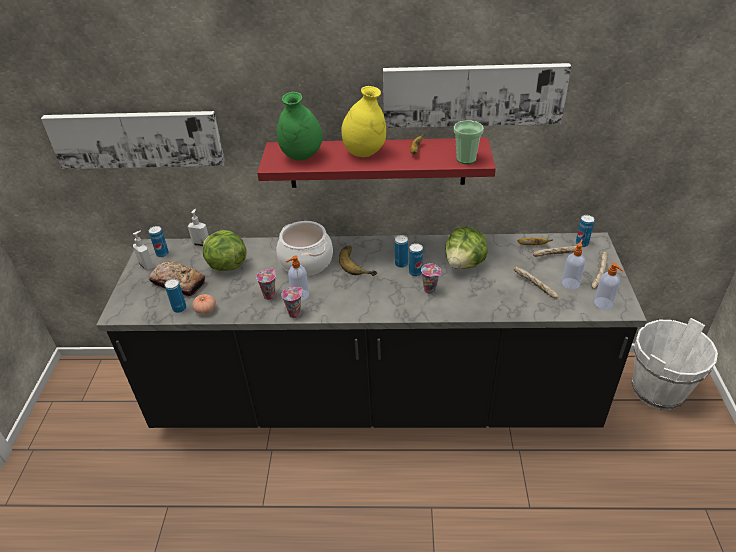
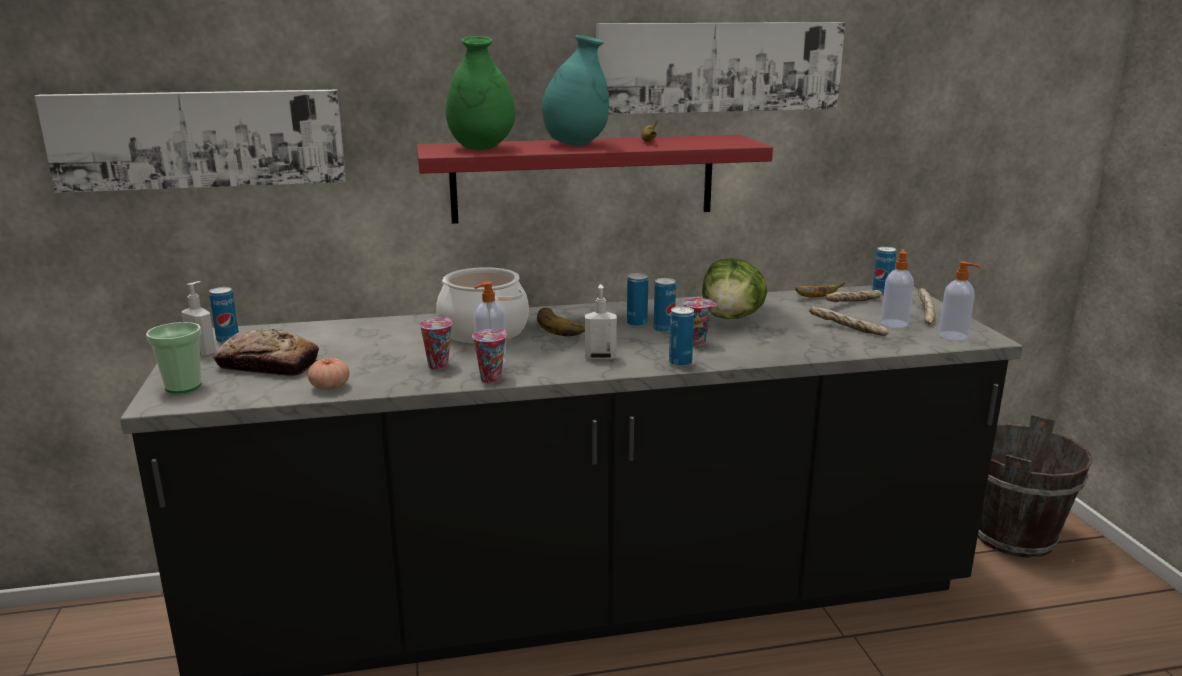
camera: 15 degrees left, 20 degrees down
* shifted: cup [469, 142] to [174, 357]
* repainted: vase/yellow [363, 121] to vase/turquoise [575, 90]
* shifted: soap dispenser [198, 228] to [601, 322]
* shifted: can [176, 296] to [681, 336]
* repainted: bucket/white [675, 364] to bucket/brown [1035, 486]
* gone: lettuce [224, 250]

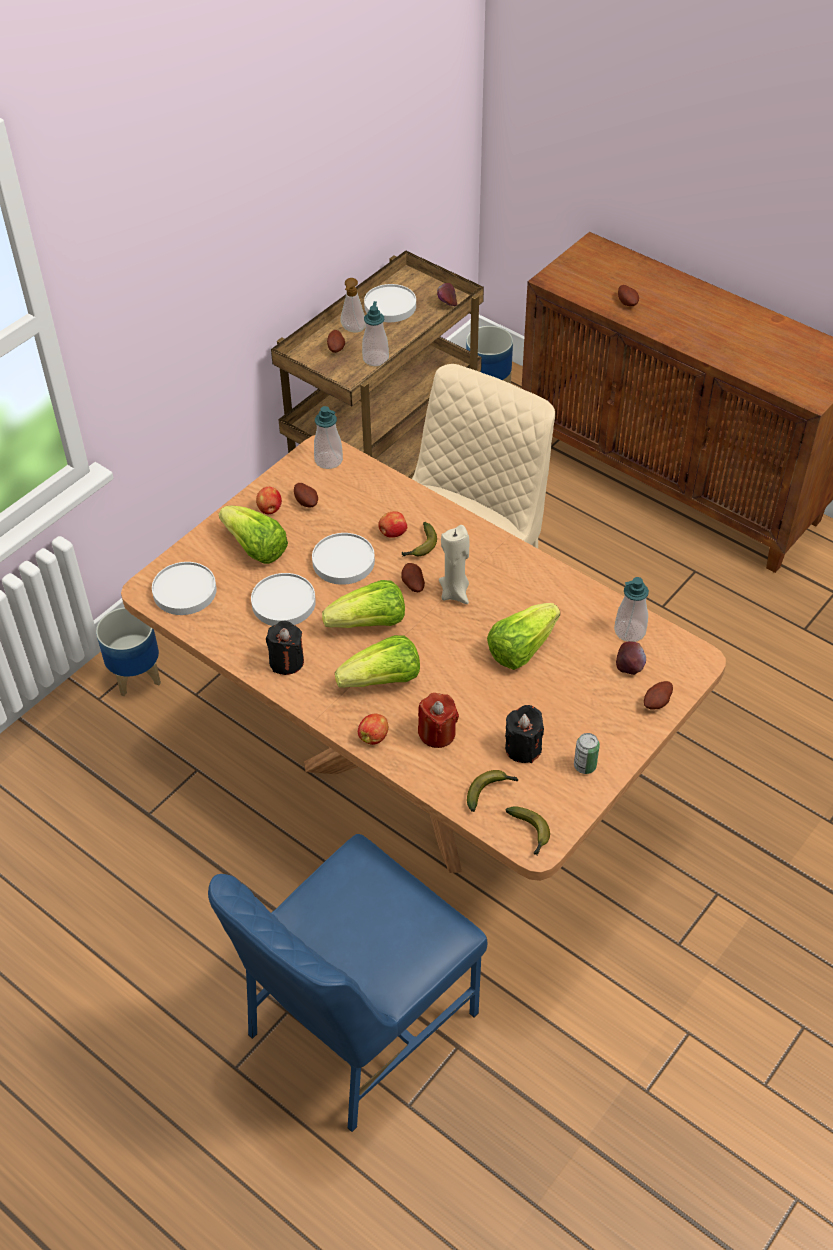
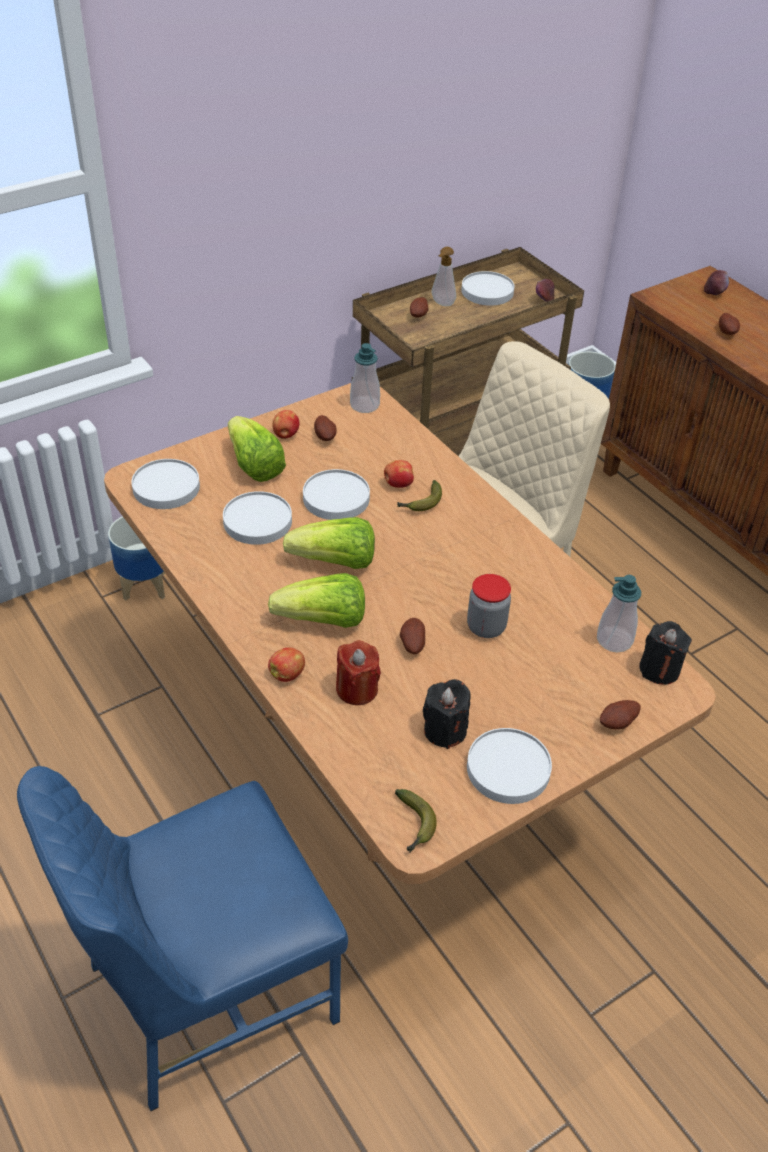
camera: 15 degrees right, 5 degrees down
* shifted: potato [413, 577] to [412, 636]
* swapped: lettuce [523, 636] to jar [489, 606]
* swapped: can [587, 753] to plate/white [509, 766]
* shifted: candle/black [285, 648] to [665, 653]
* shifted: apple [631, 658] to [716, 282]
* gone: soap dispenser [375, 333]
* gone: candle/beige [454, 564]
* gone: banana [492, 791]

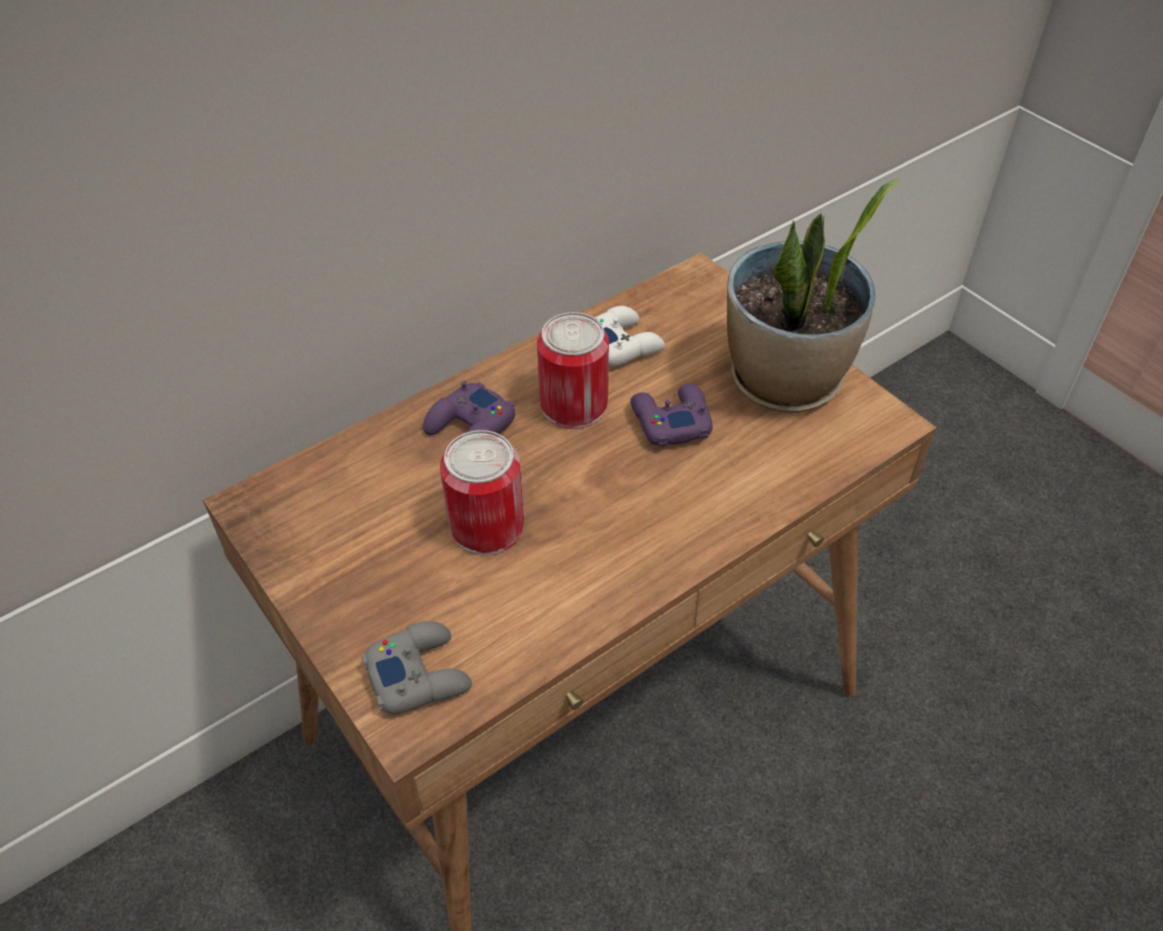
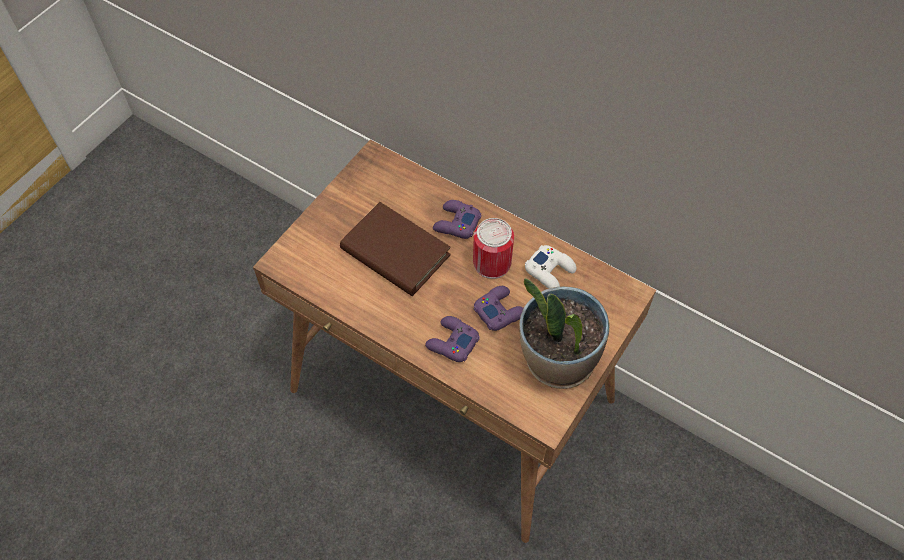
camera: 70 degrees right, 10 degrees up
* swapped: can [482, 492] to book/brown [395, 249]
* new: game controller/purple [452, 339]
* gone: game controller/grey [417, 667]

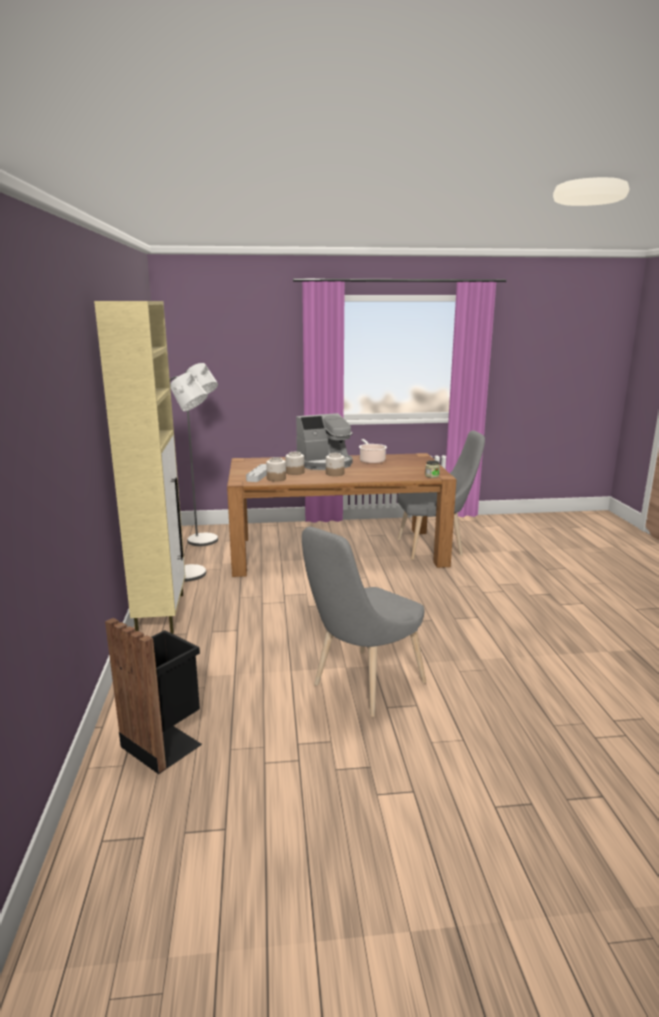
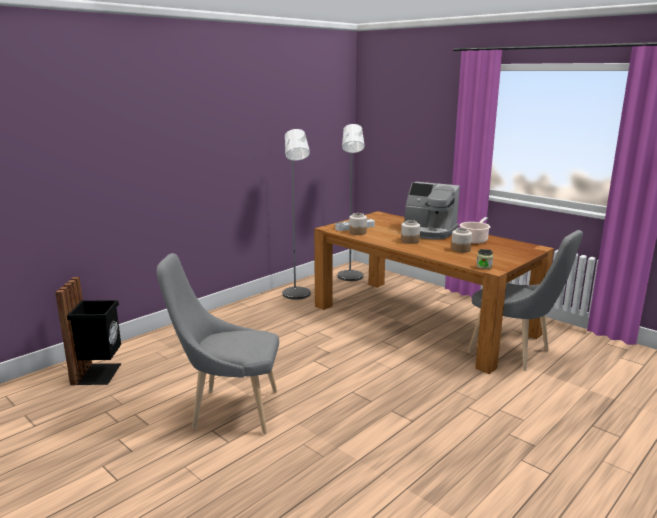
camera: 50 degrees right, 0 degrees up
* shifted: jar [295, 463] to [461, 240]
* gone: cabinet/beige [139, 467]

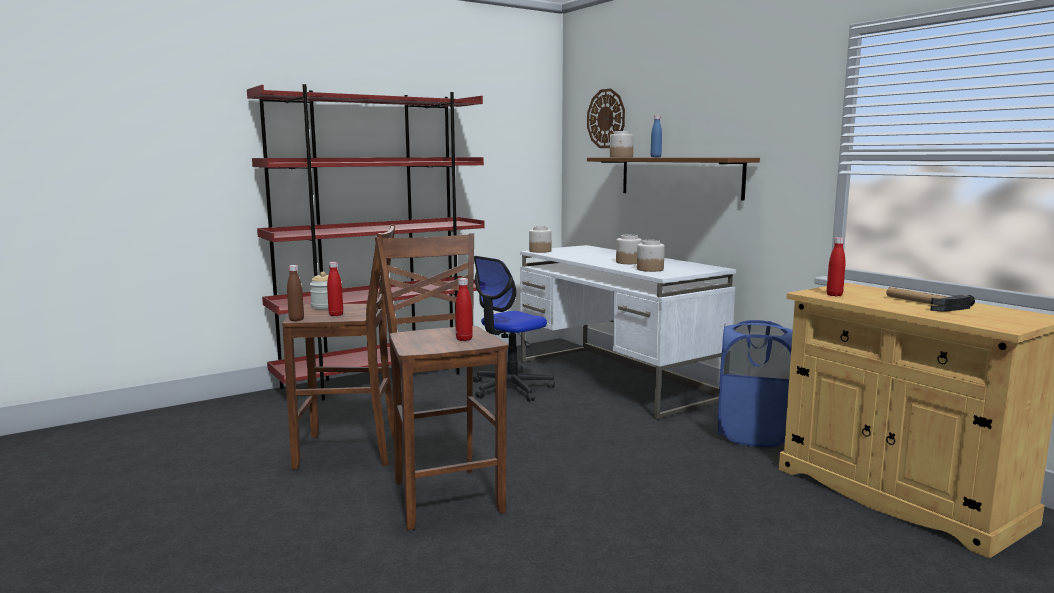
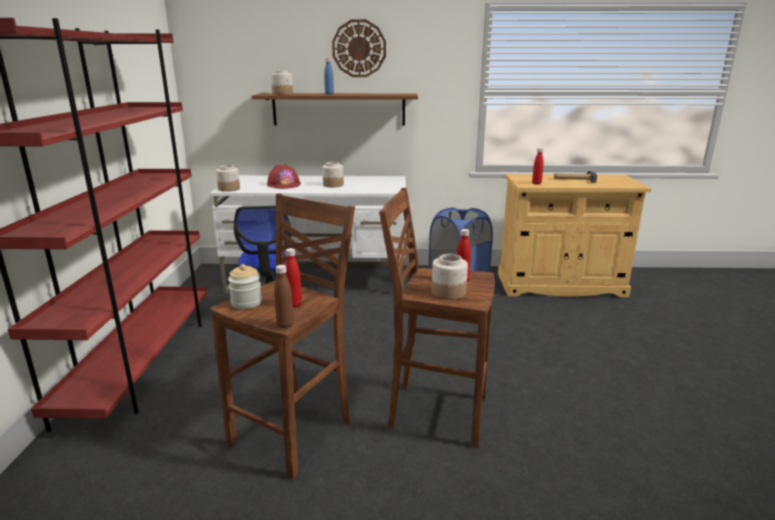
camera: 55 degrees left, 10 degrees up
* new: hard hat/red [284, 176]
* shifted: wall clock [606, 118] to [359, 48]
* shifted: jar [651, 256] to [450, 277]

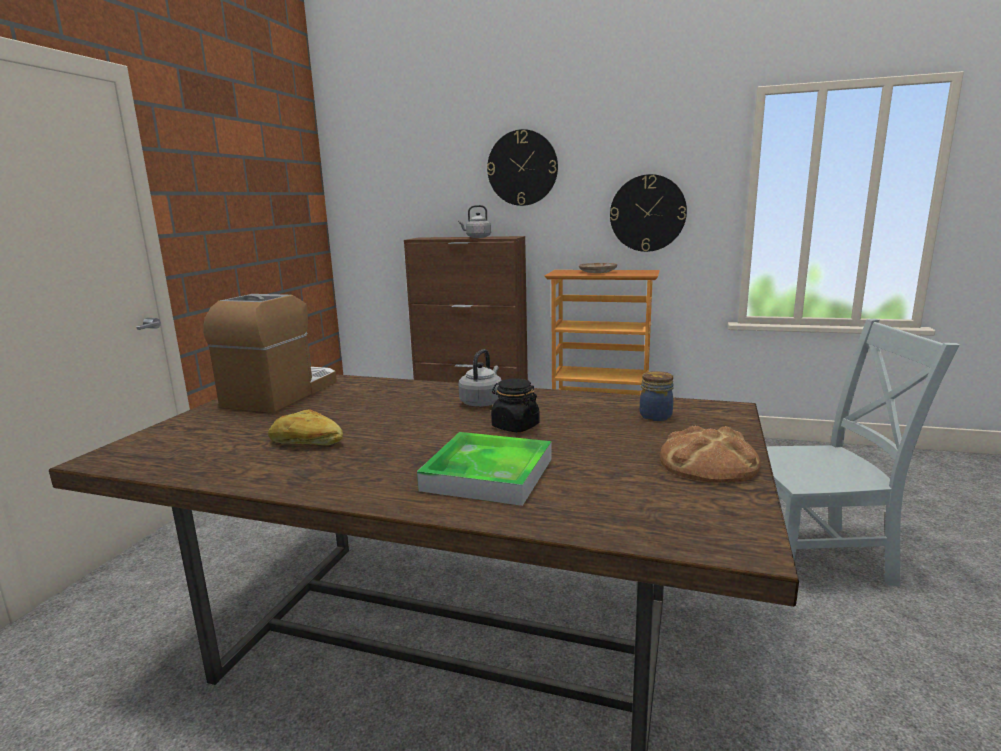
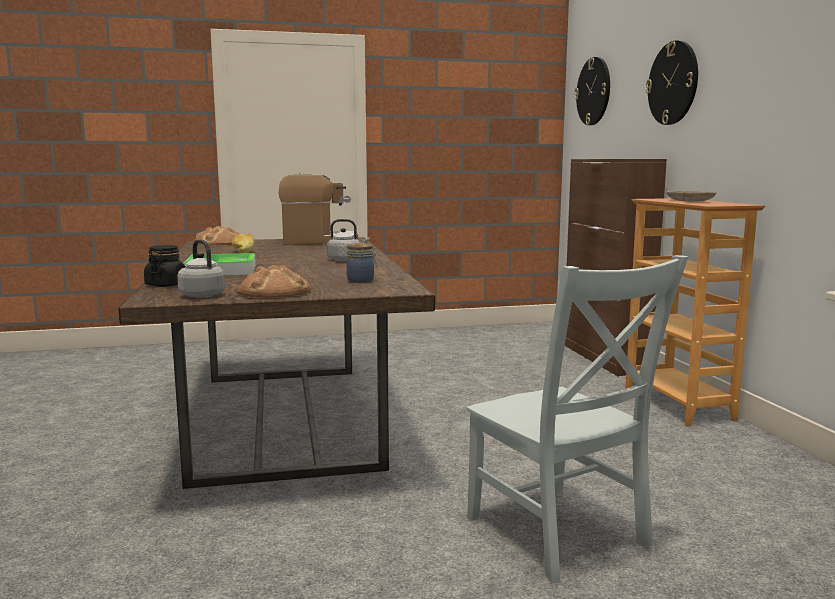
camera: 60 degrees right, 5 degrees down
* shifted: jar/black [515, 405] to [164, 266]
* shifted: kettle/grey [474, 221] to [201, 269]
* new: bread [217, 235]
* shifted: wall clock [648, 213] to [592, 91]

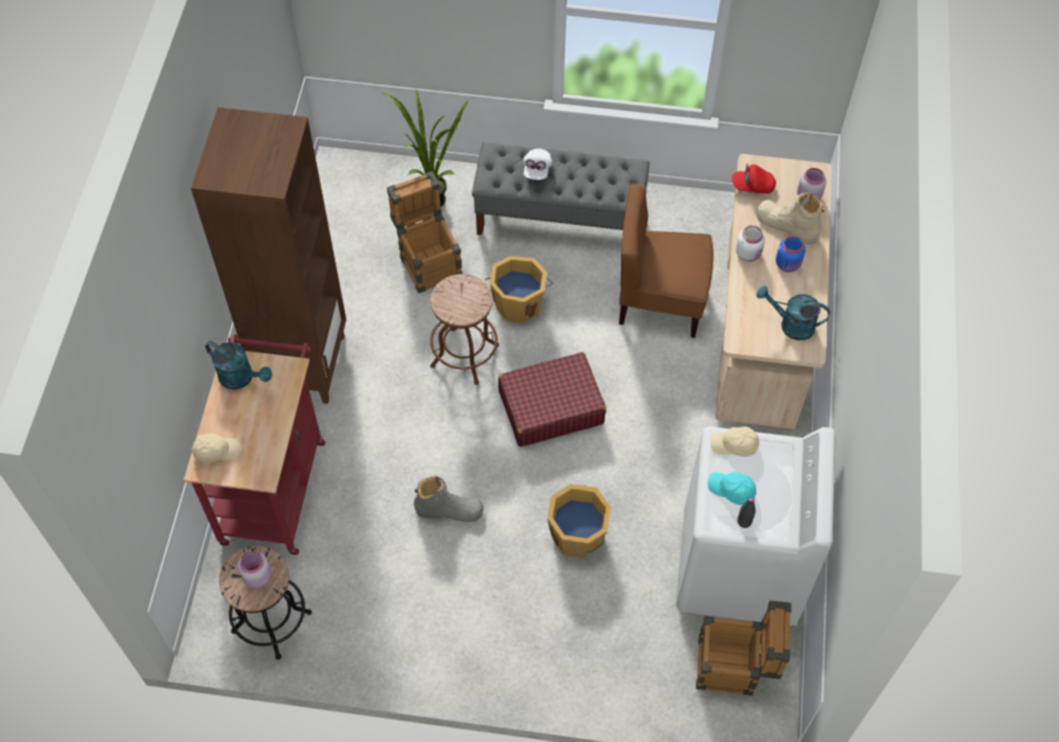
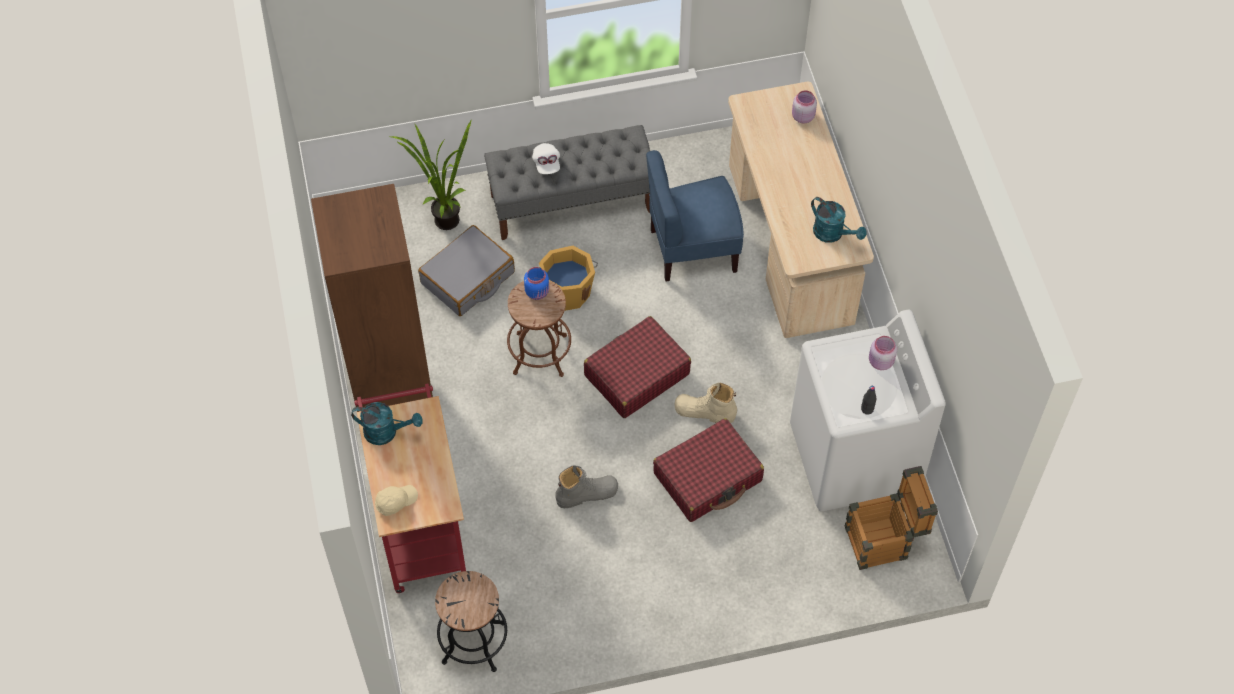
camera: 20 degrees left, 0 degrees up
* swapped: crate [424, 232] to suitcase/grey [466, 270]
* shifted: jar/blue [791, 254] to [536, 283]
* repainted: chair/brown [666, 261] to chair/blue [695, 216]
* swapped: bucket/orange [579, 521] to suitcase/red [708, 470]
* shifted: boot/beige [791, 218] to [705, 402]
* rotated: watering can/turquoise [793, 313] = [838, 220] 135 degrees counterclockwise
* shifted: jar/pink [254, 569] to [883, 353]
* gone: cap/turquoise [732, 488]
* gone: cap/beige [735, 442]
* gone: cap/red [754, 178]
* gone: jar/white [750, 243]

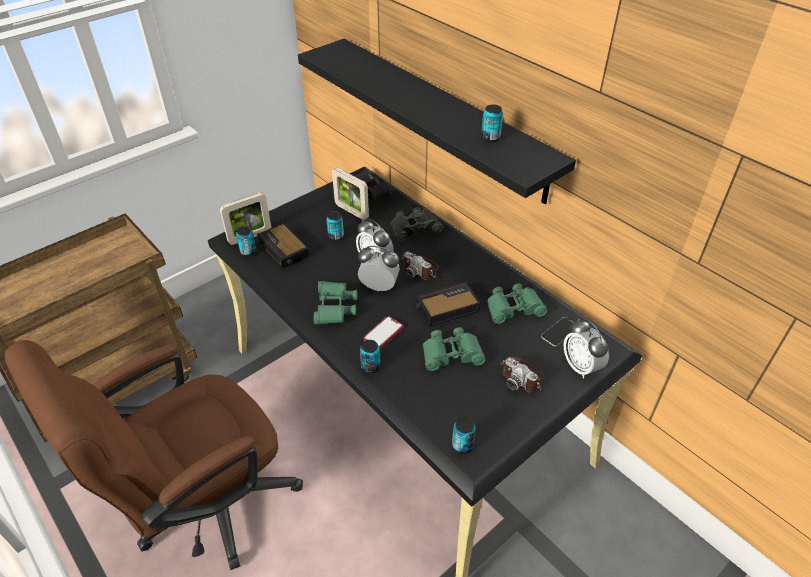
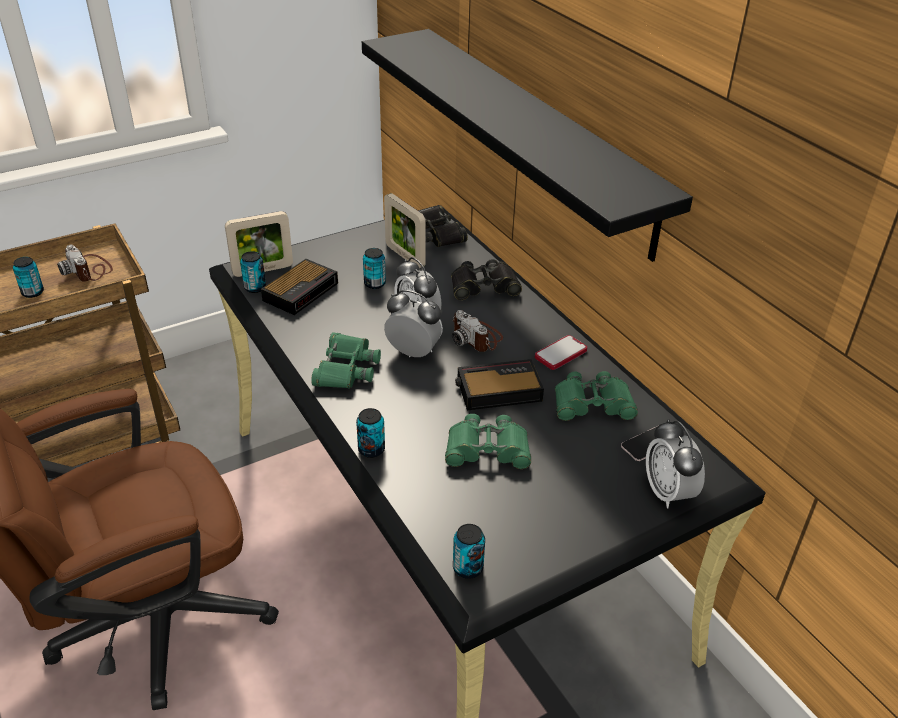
camera: 10 degrees right, 5 degrees down
* shifted: can [492, 123] to [28, 277]
* shifted: photo camera [522, 375] to [85, 263]
* rotated: alarm clock [283, 246] = [299, 287] 120 degrees counterclockwise
* shifted: phone [383, 332] to [561, 352]

